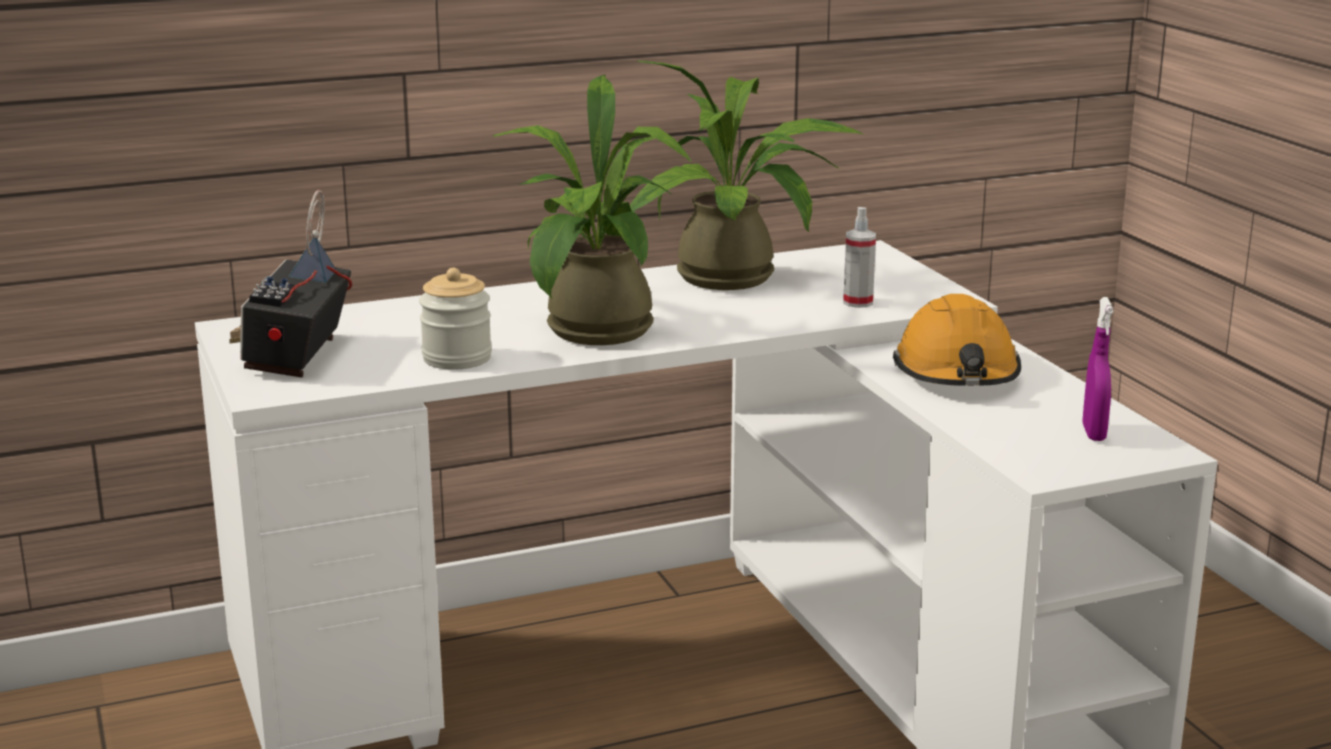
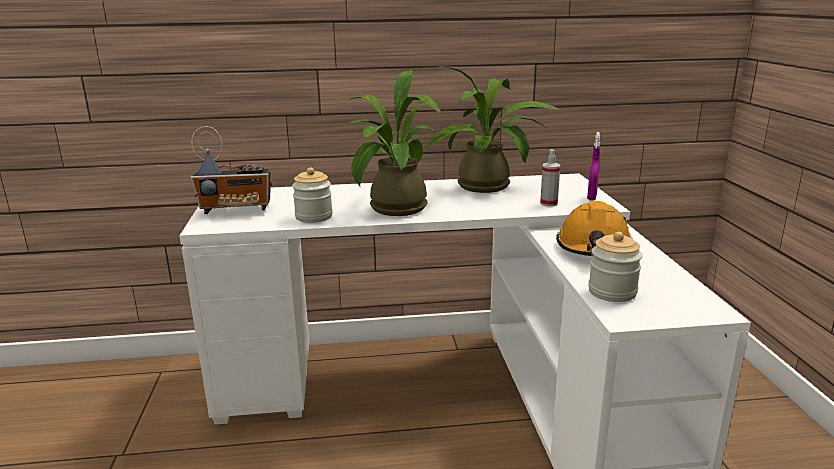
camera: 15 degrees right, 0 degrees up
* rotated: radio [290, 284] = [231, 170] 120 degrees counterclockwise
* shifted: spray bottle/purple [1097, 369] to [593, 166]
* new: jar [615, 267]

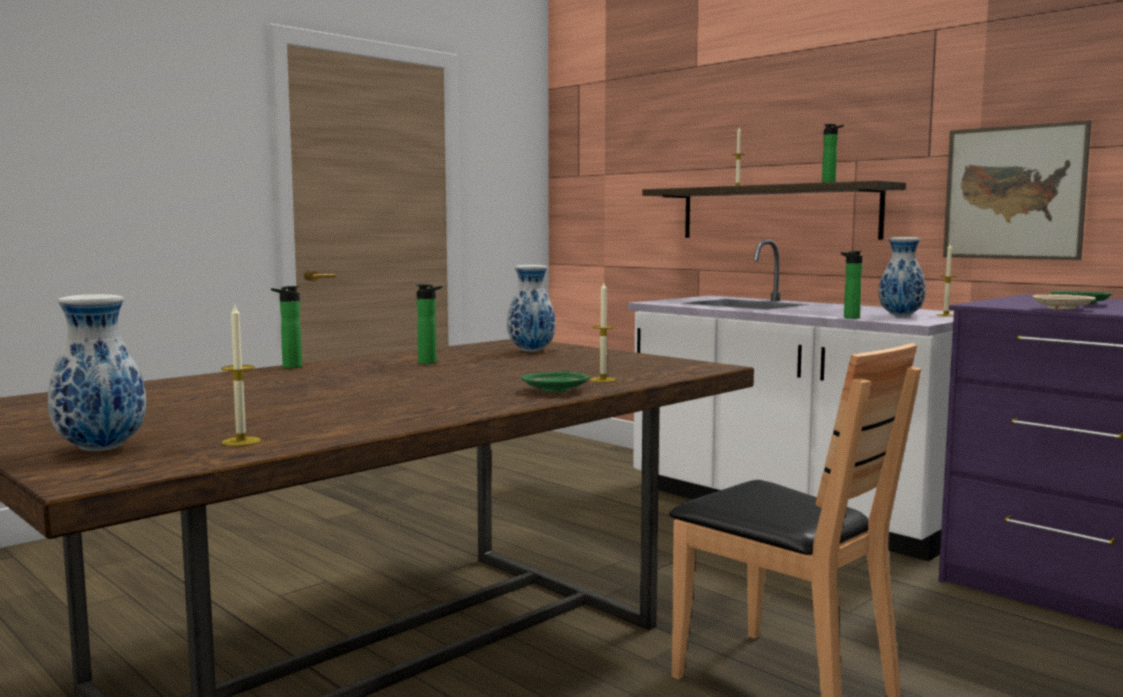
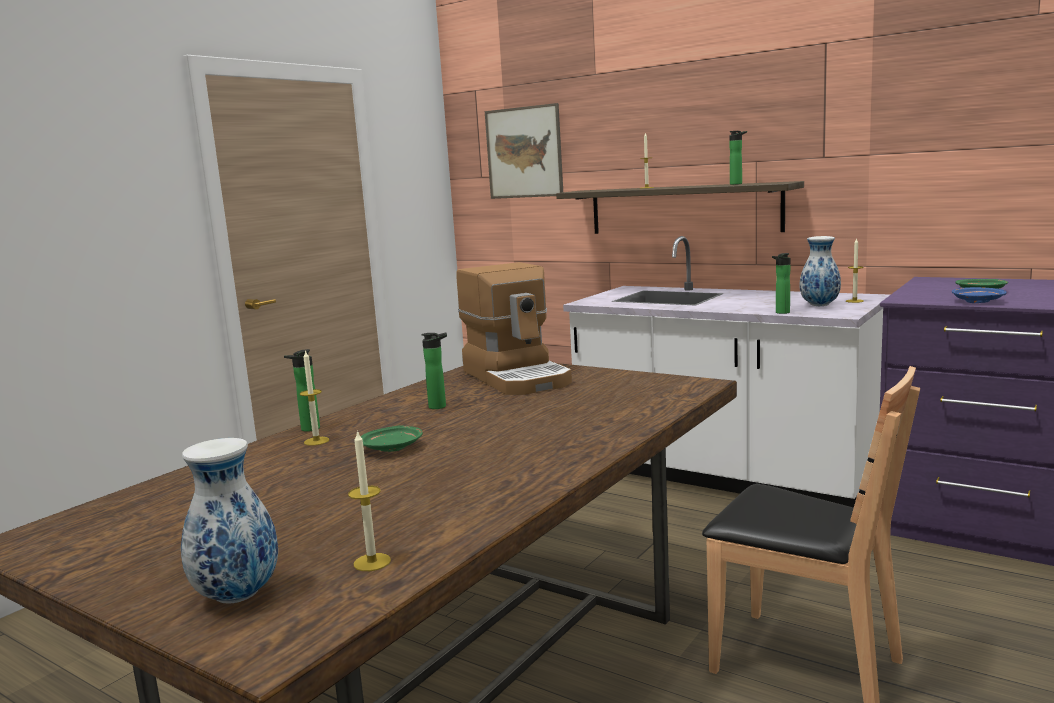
camera: 10 degrees left, 5 degrees up
* shifted: candle [603, 332] to [314, 398]
* shifted: plate/green [555, 381] to [391, 439]
* swapped: vase [531, 308] to coffee machine [514, 328]
* shifted: picture [1017, 190] to [524, 151]
* repainted: plate/beige [1064, 302] to plate/blue [979, 295]

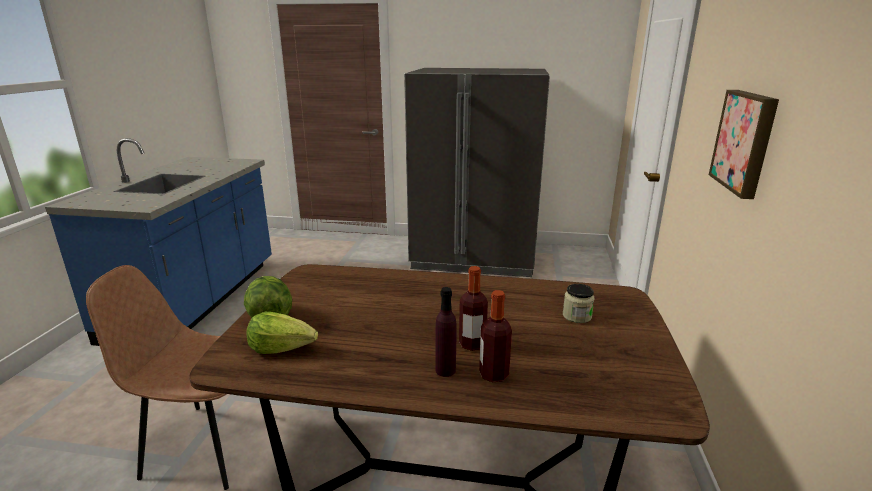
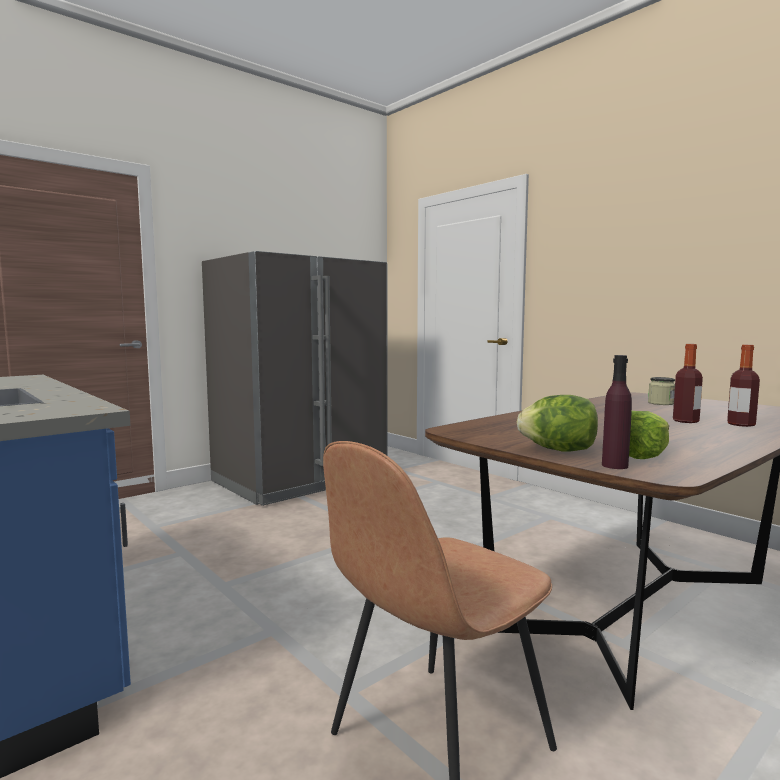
camera: 50 degrees left, 15 degrees down
* shifted: bottle/purple [446, 332] to [617, 412]
* gone: picture [744, 144]

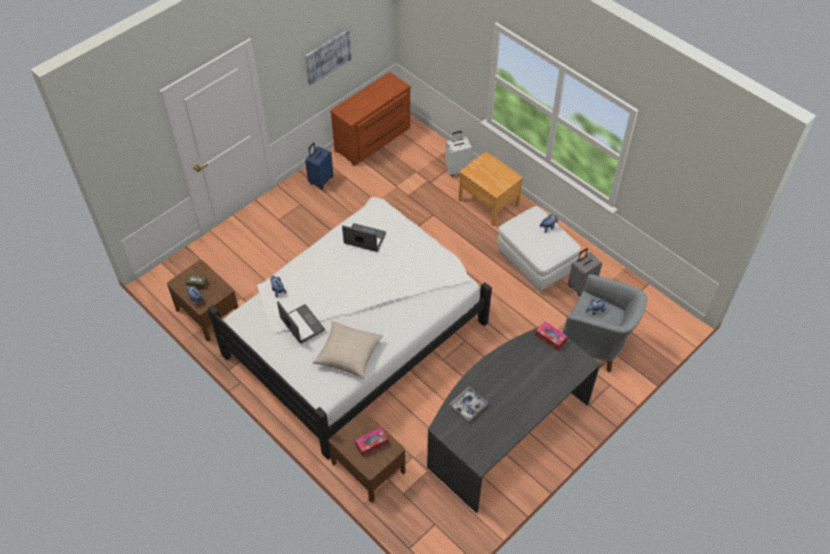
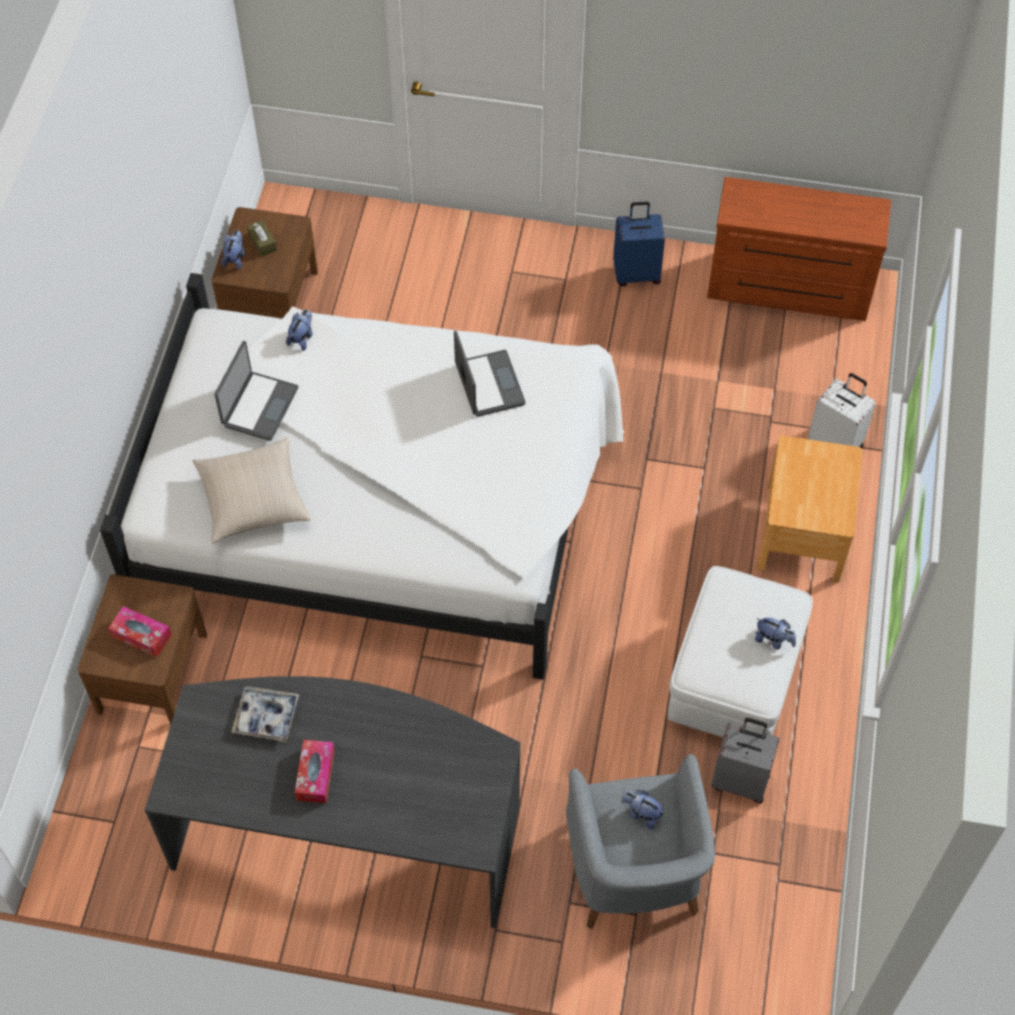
camera: 55 degrees right, 5 degrees up
* shifted: tissue box [551, 336] to [315, 771]
* gone: picture [328, 58]

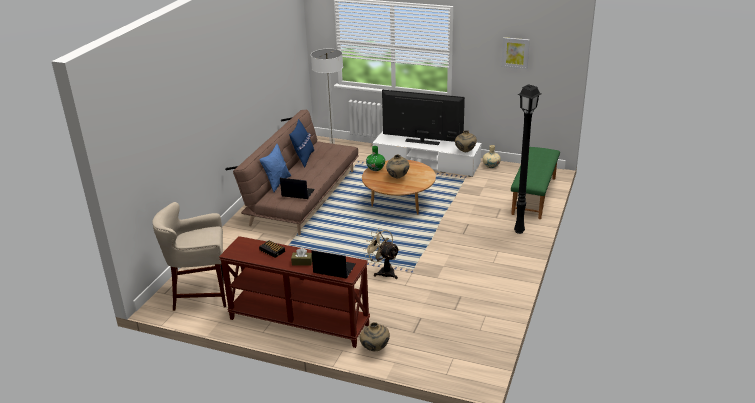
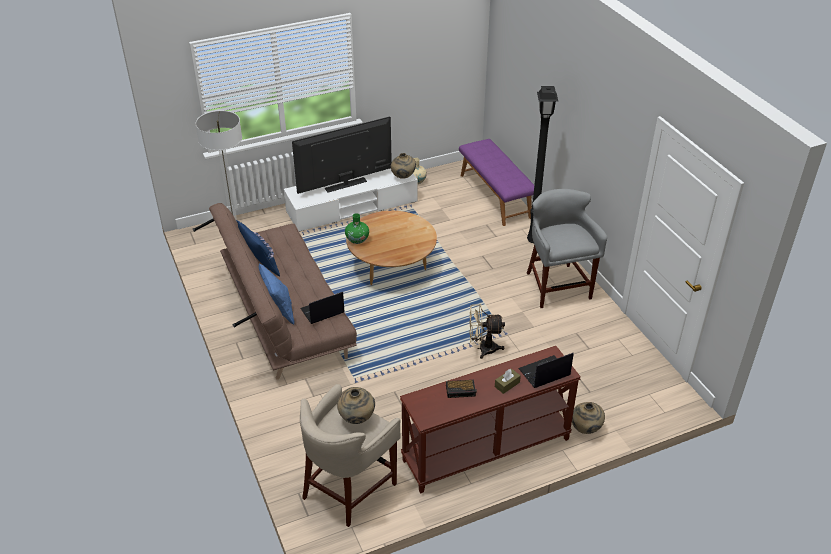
camera: 45 degrees left, 10 degrees up
* shifted: vase/beige [397, 167] to [356, 405]
* repainted: bench/green [535, 183] to bench/purple [496, 182]
* new: stool/grey [567, 248]
* gone: picture [515, 53]

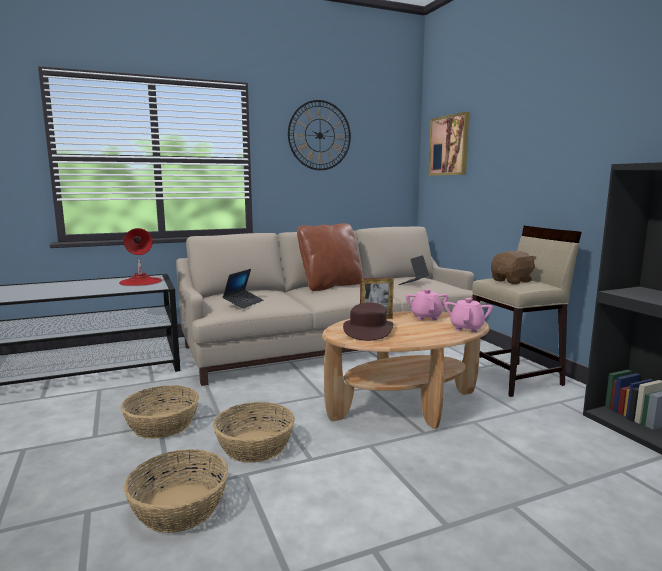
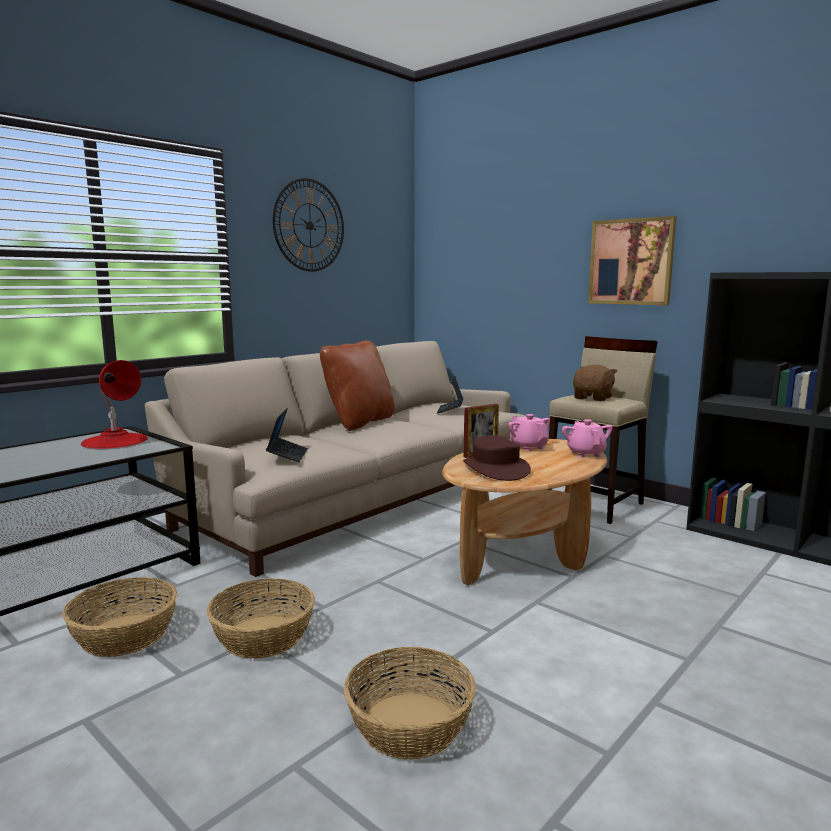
camera: 25 degrees left, 0 degrees up
* shifted: basket [254, 432] to [119, 617]
* shifted: picture [448, 144] to [632, 260]

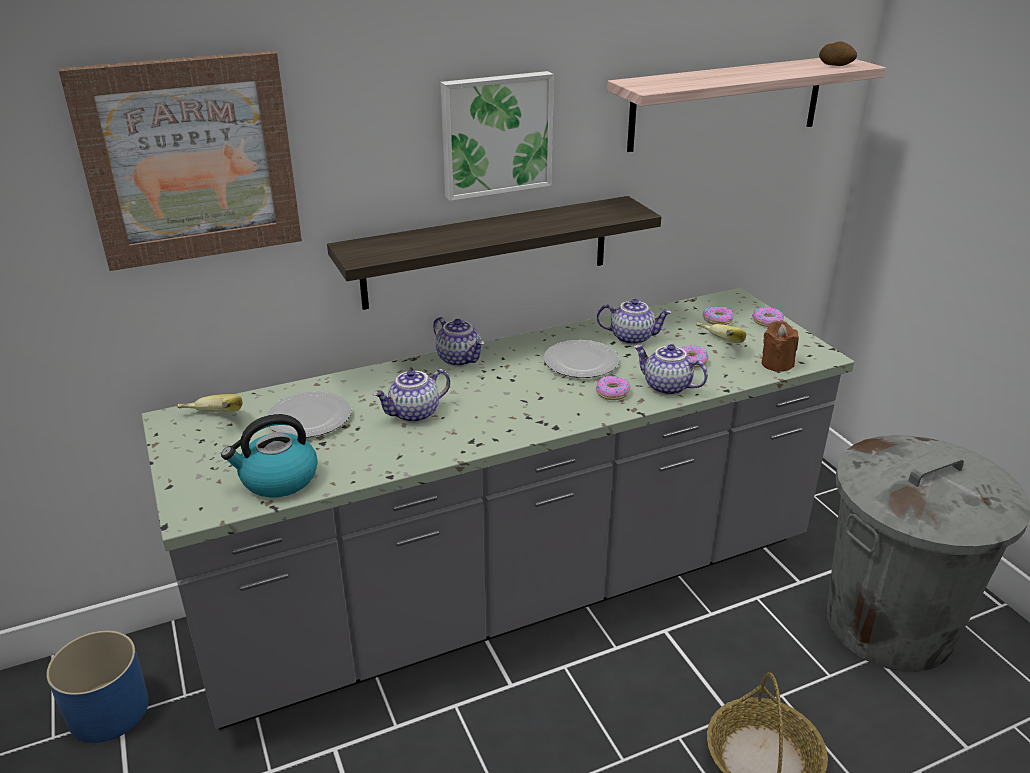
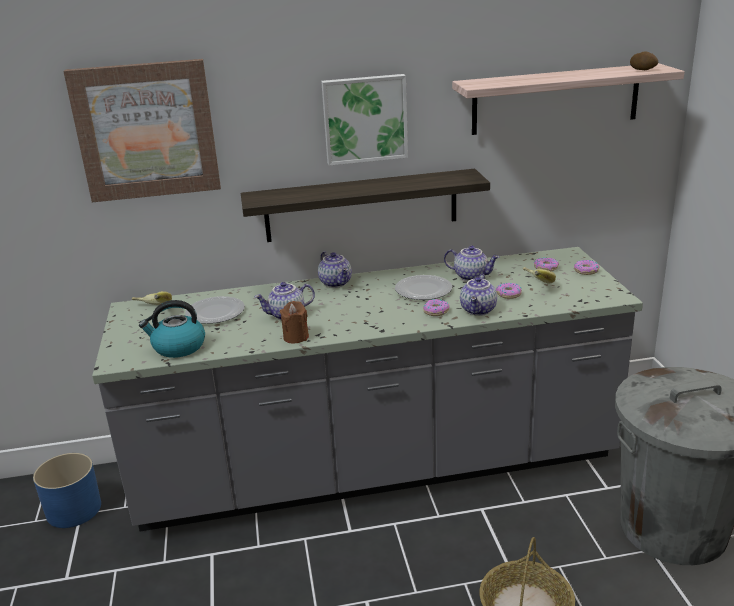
camera: 15 degrees right, 5 degrees down
* shifted: candle/brown [780, 346] to [294, 322]
* rotated: teapot [671, 369] = [478, 295] 120 degrees counterclockwise

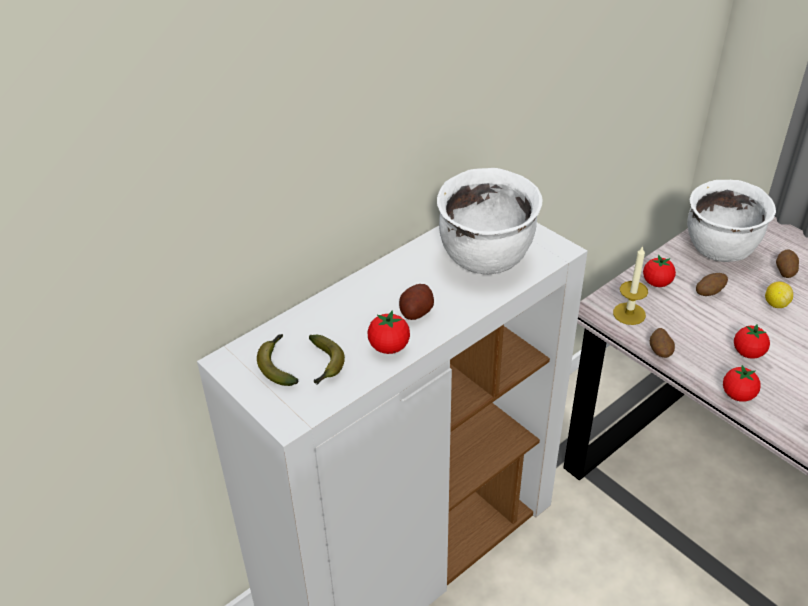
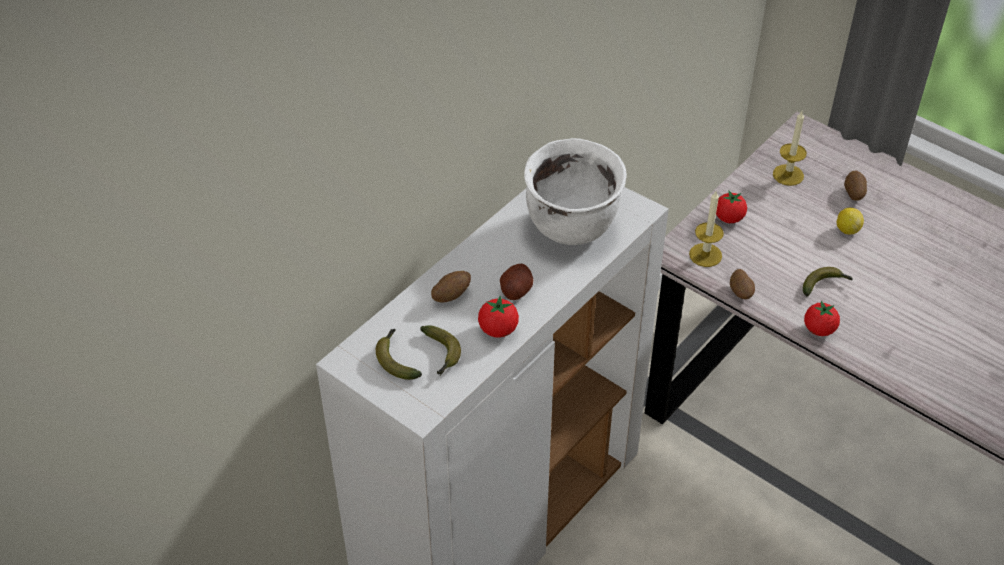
camera: 10 degrees left, 5 degrees up
* shifted: potato [712, 284] to [451, 286]
* swapped: cooking pot/white [731, 221] to candle [790, 148]
* swapped: tomato [752, 341] to banana [828, 281]

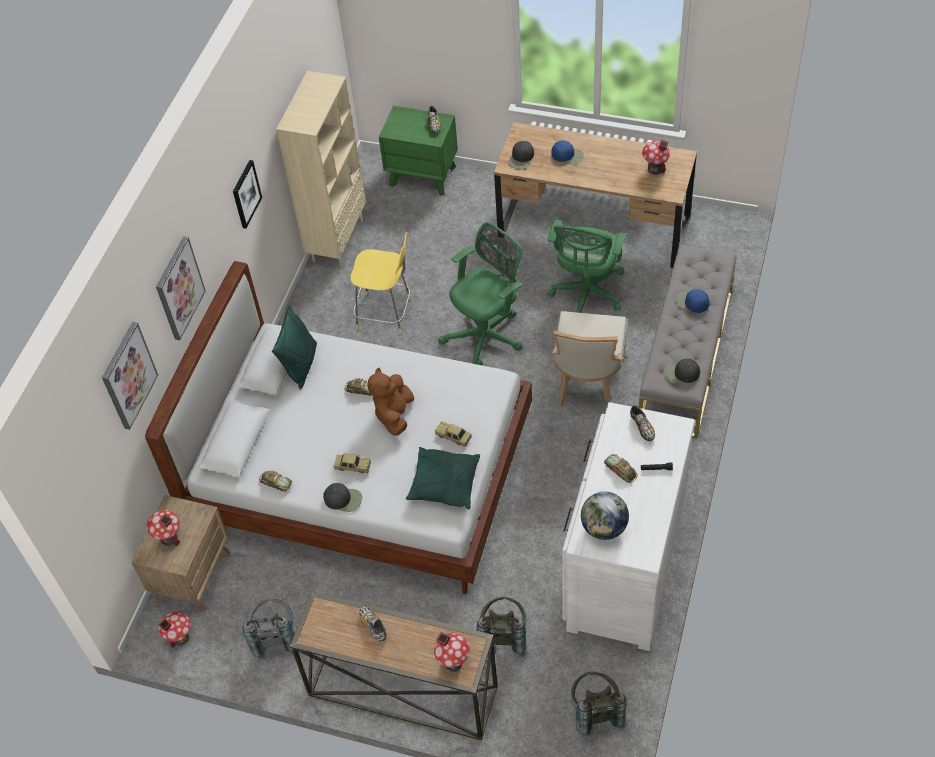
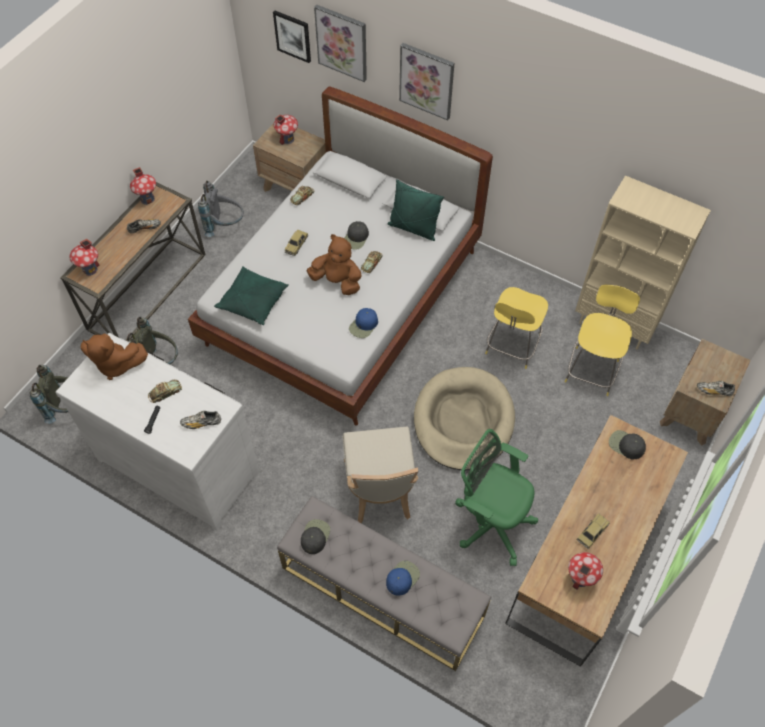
camera: 100 degrees right, 5 degrees up
* swapped: globe [605, 515] to plush toy/brown [114, 357]
* shifted: toy house [174, 629] to [143, 186]
* shifted: picture [247, 194] to [292, 37]
* rotated: chair/beige [589, 359] = [380, 474] 120 degrees counterclockwise
* shifted: cap/black [342, 497] to [356, 235]
* shifted: cap/blue [567, 152] to [363, 323]
* swapped: office chair/green [480, 293] to dog bed/beige [464, 418]
* new: stool/yellow [602, 340]
* shifted: toy car [453, 434] to [593, 531]
* repainted: nightstand/green [418, 151] to nightstand/brown [705, 392]

